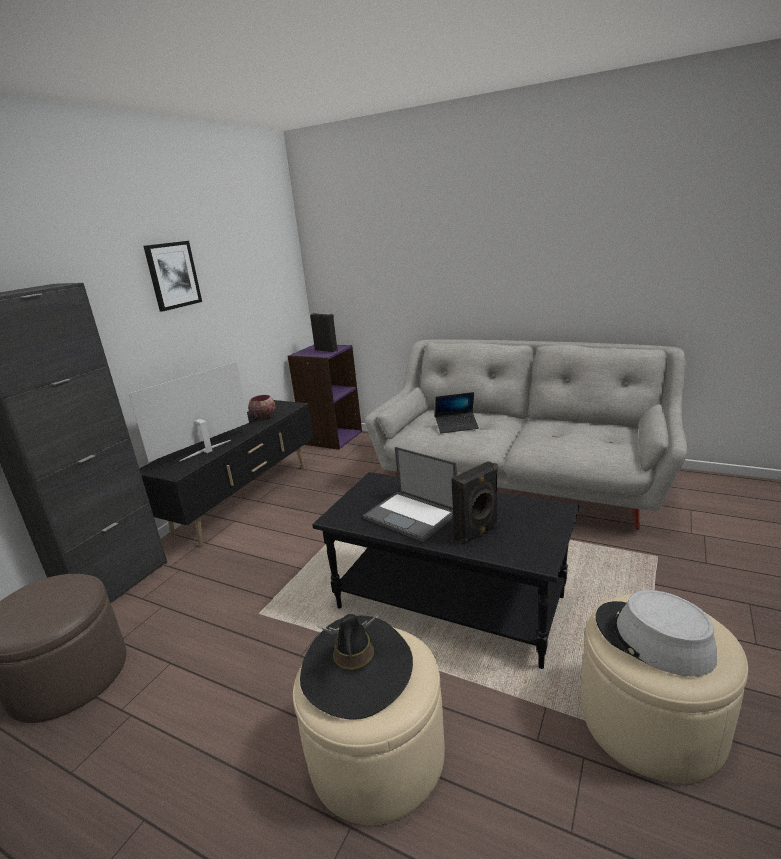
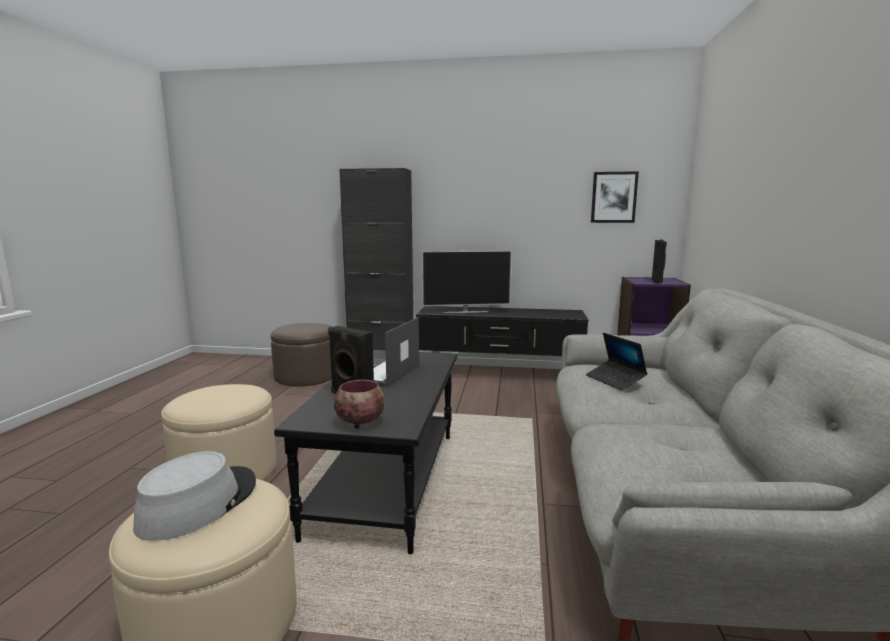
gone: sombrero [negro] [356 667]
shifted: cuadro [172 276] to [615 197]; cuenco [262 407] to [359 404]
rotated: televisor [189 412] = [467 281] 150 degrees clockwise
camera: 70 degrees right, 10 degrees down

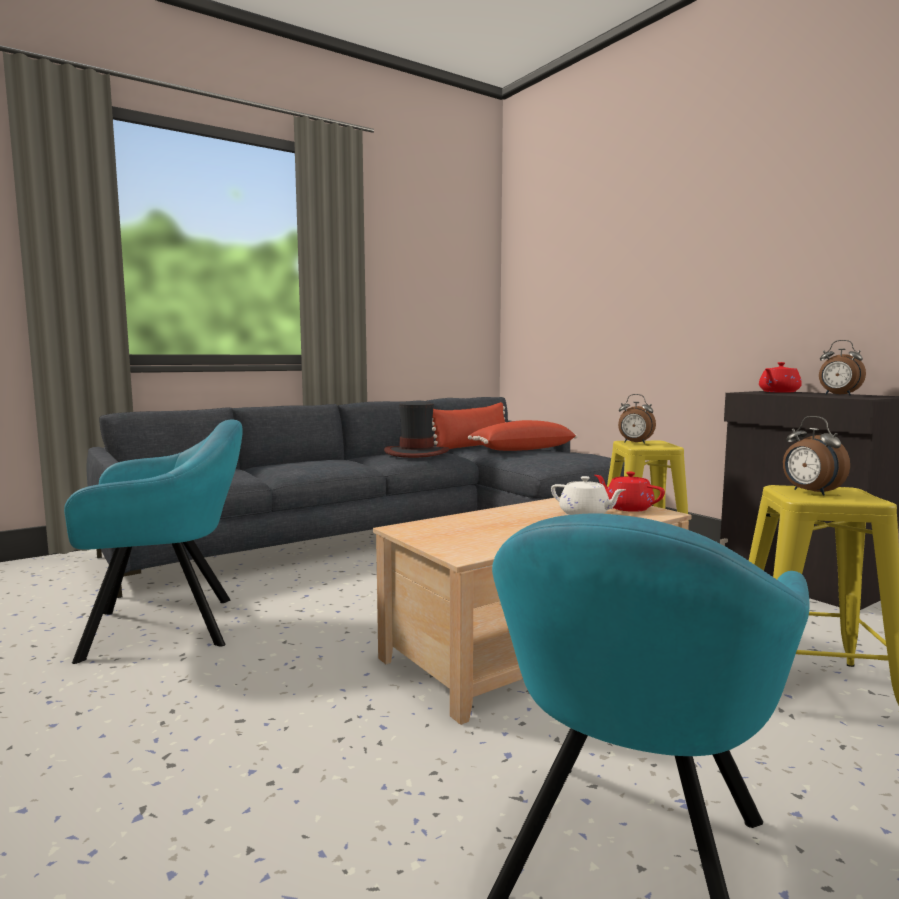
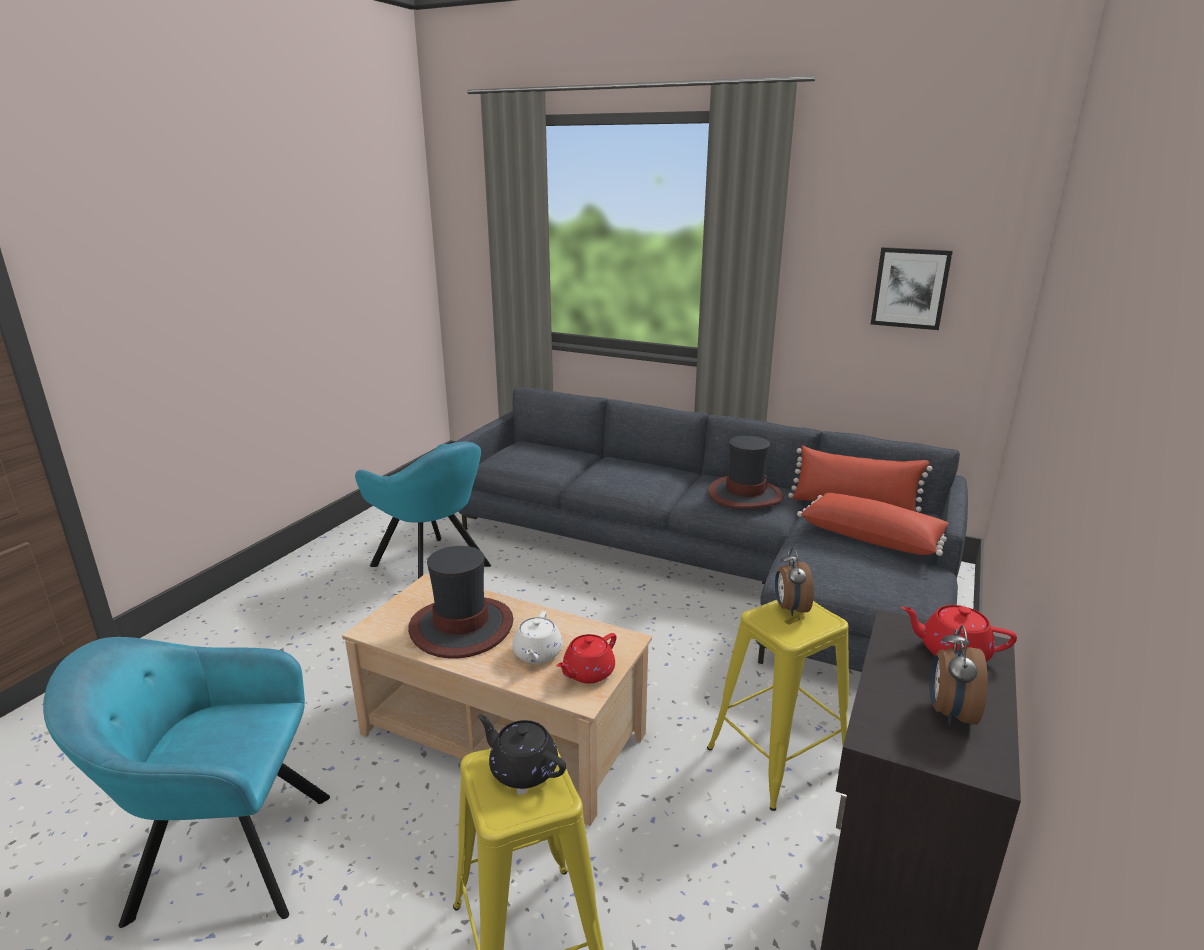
new: sombrero [460 602]; cuadro [912 288]
swapped: despertador [816 456] to tetera [negro] [522 751]
rotated: tetera [rojo] [630 492] = [586 658] 150 degrees counterclockwise
camera: 60 degrees right, 15 degrees up

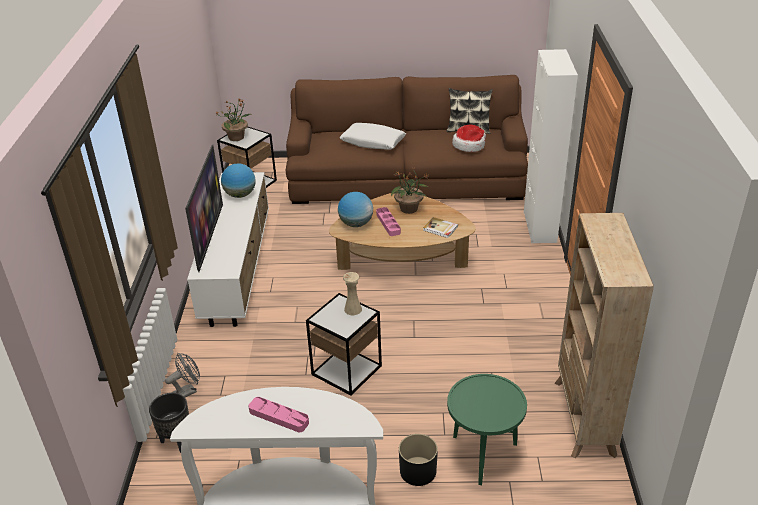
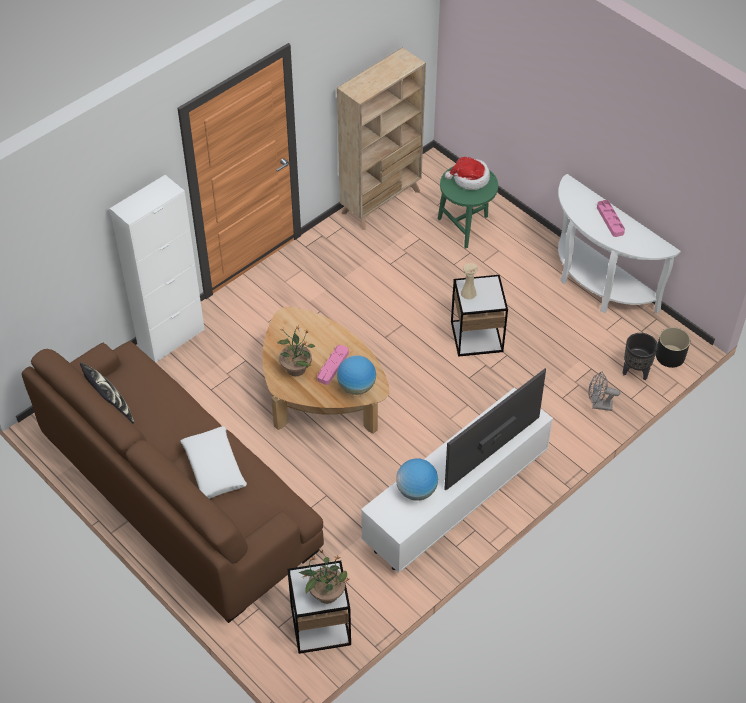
gone: libro [440 227]
shifted: maceta [negro] [418 460] to [673 347]; sombrero [469 138] to [467 173]
camera: 135 degrees left, 15 degrees up

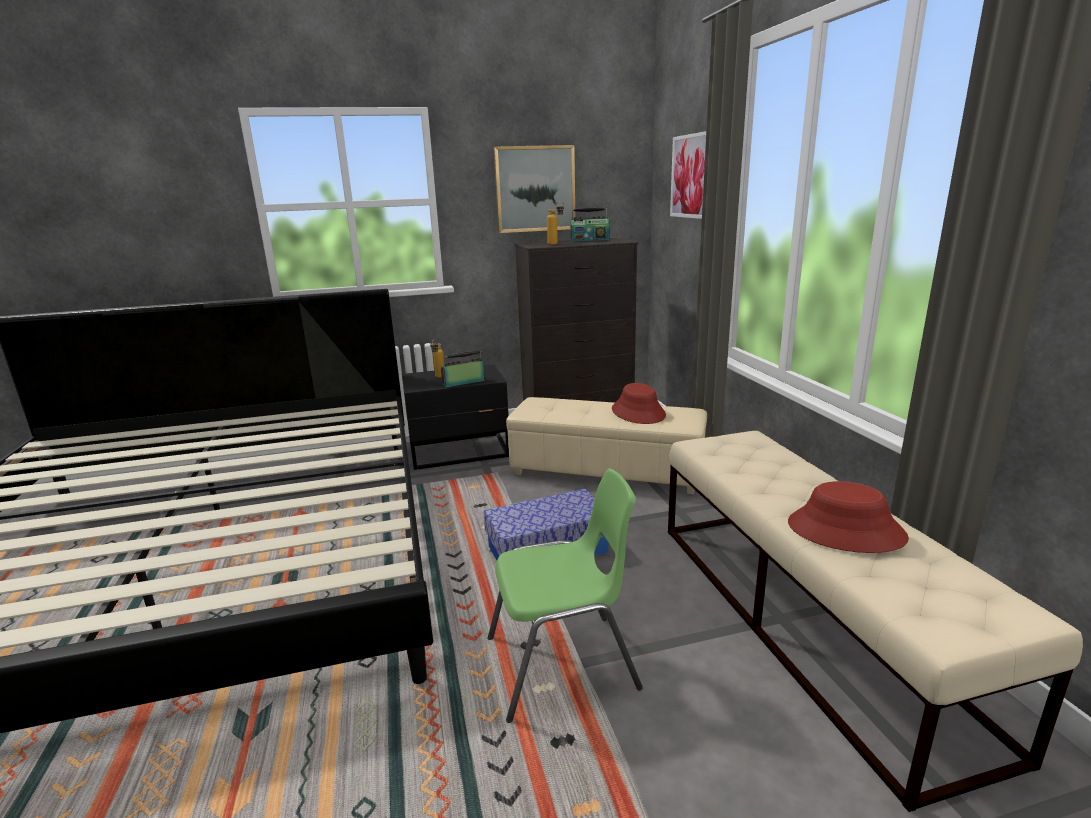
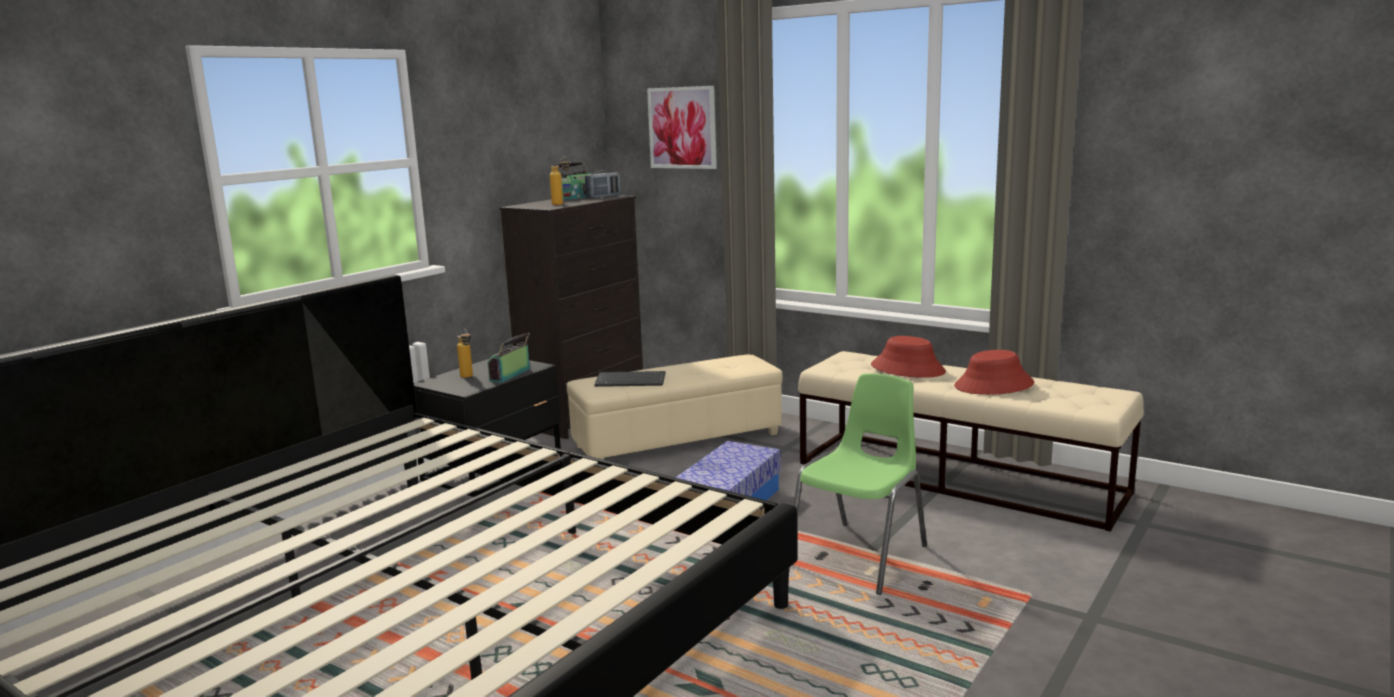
gone: cuadro [534 189]
new: radio [602 184]; teclado [630 379]
shifted: sombrero [rojo] [639 403] to [908 357]
camera: 40 degrees left, 5 degrees down

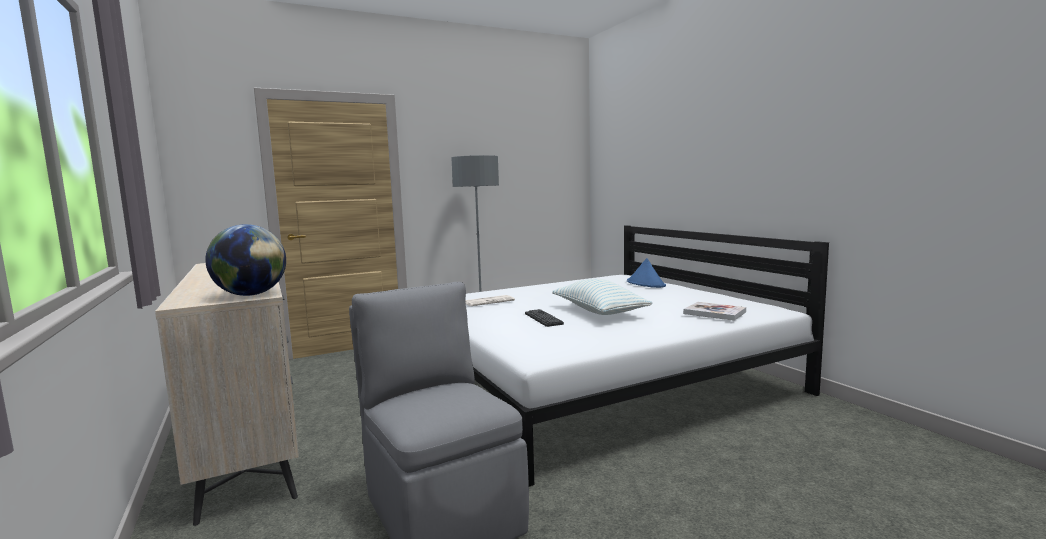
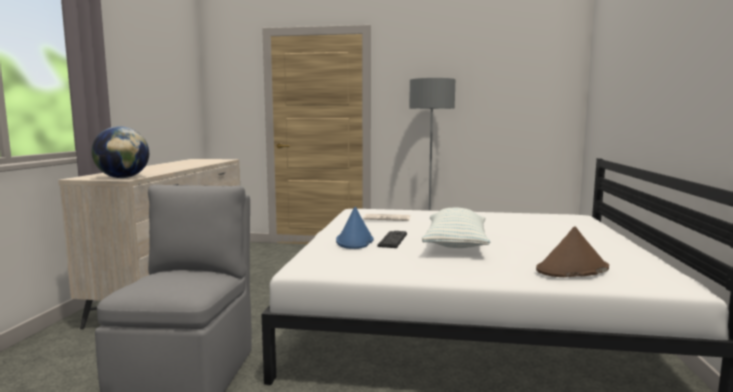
shifted: sombrero [azul] [646 273] to [355 227]
swapped: libro [714 311] to sombrero [marrón] [572 251]
camera: 35 degrees right, 0 degrees up

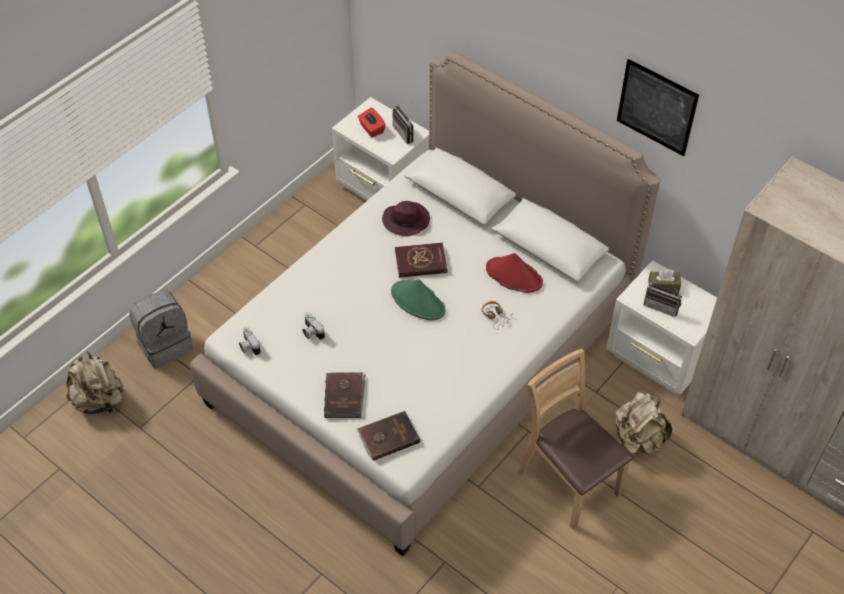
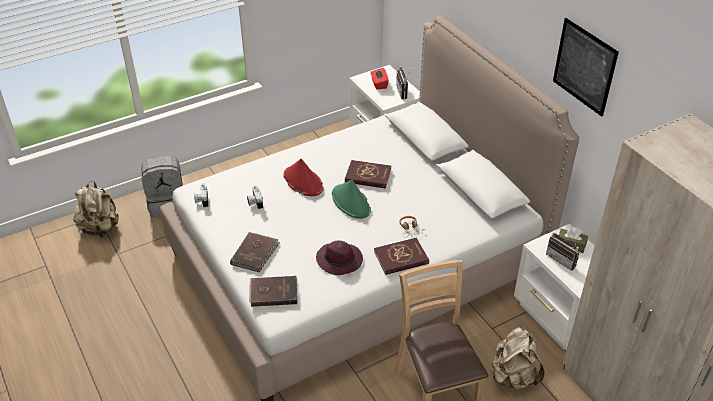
new: libro [rojo] [401 256]
shifted: sombrero [morado] [406 218] to [339 258]; sombrero [rojo] [514 273] to [303 177]
camera: 20 degrees right, 10 degrees down

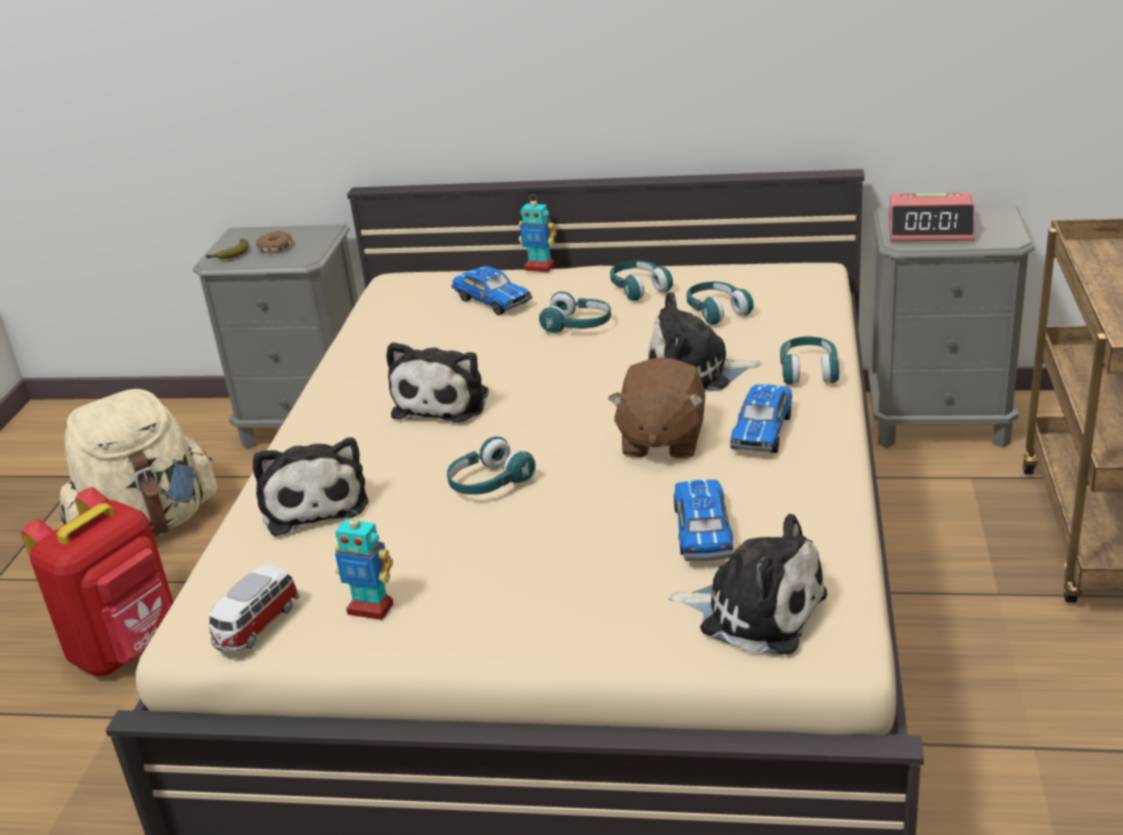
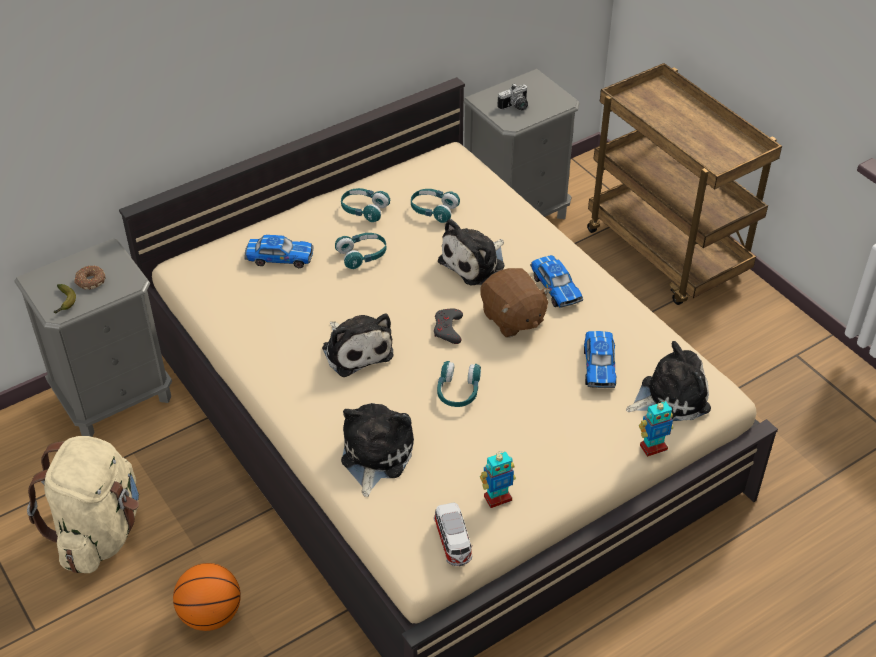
gone: auriculares [turquesa] [810 360]
new: mando de consola [gris] [448 326]
shifted: robot de juguete [537 233] to [656 428]
swapped: mochila [rojo] [97 581] to balón de baloncesto [207 597]; despertador [932 217] to cámara [512 96]
rotated: peluche [311 486] = [377 450] 105 degrees counterclockwise; coche de juguete [703 520] = [600 359] 135 degrees counterclockwise
camera: 45 degrees left, 15 degrees up

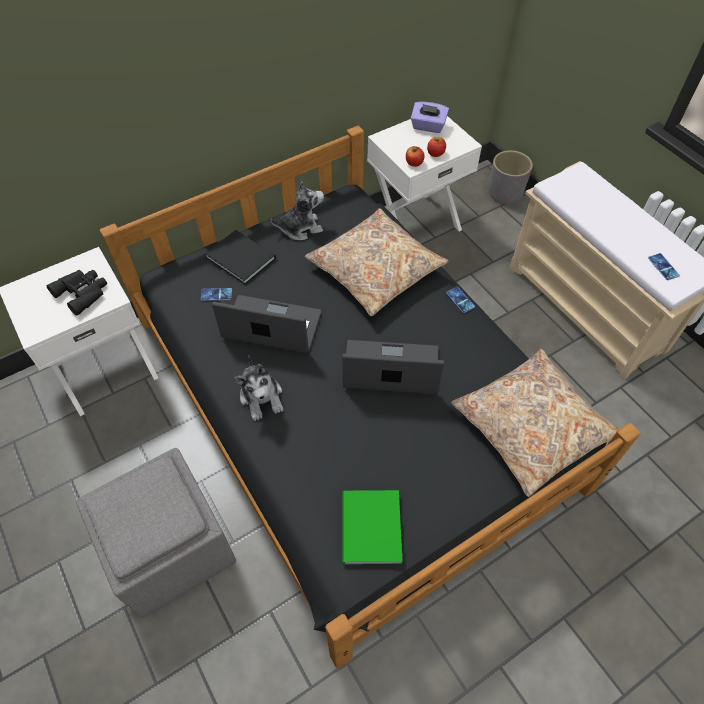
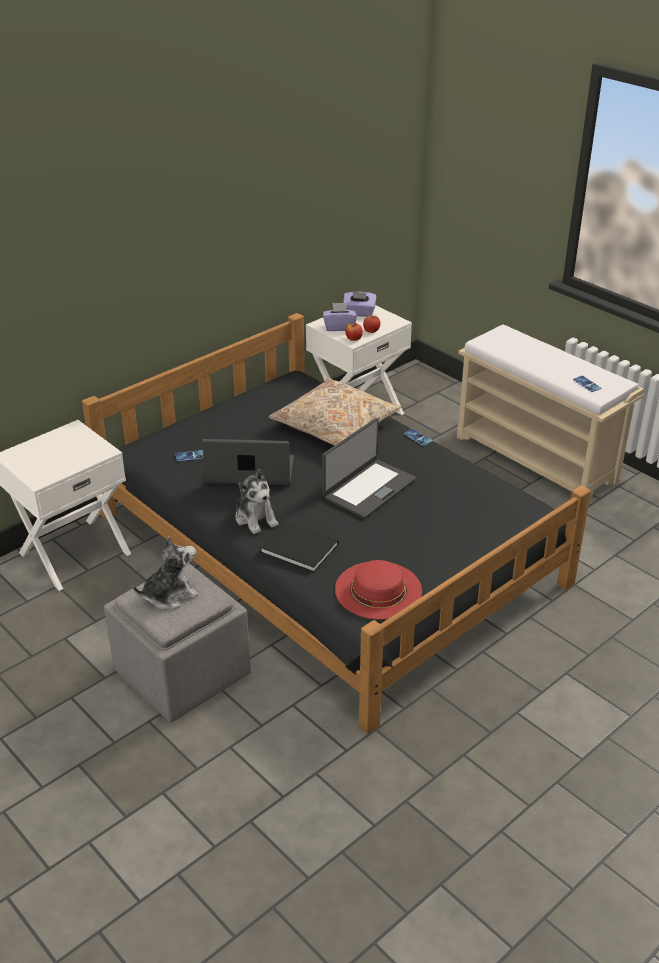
gone: prismáticos [negro] [77 293]; cojín [beis] [535 423]; maceta [gris] [510 177]
new: caja de pañuelos [morado] [340 317]
shifted: libro [negro] [240 257] to [299 547]; peluche [297 211] to [165 573]
swapped: libro [verde] [372 527] to sombrero [rojo] [378 590]
rotated: portátil [393 367] = [369 468] 135 degrees clockwise
camera: 10 degrees left, 20 degrees down

